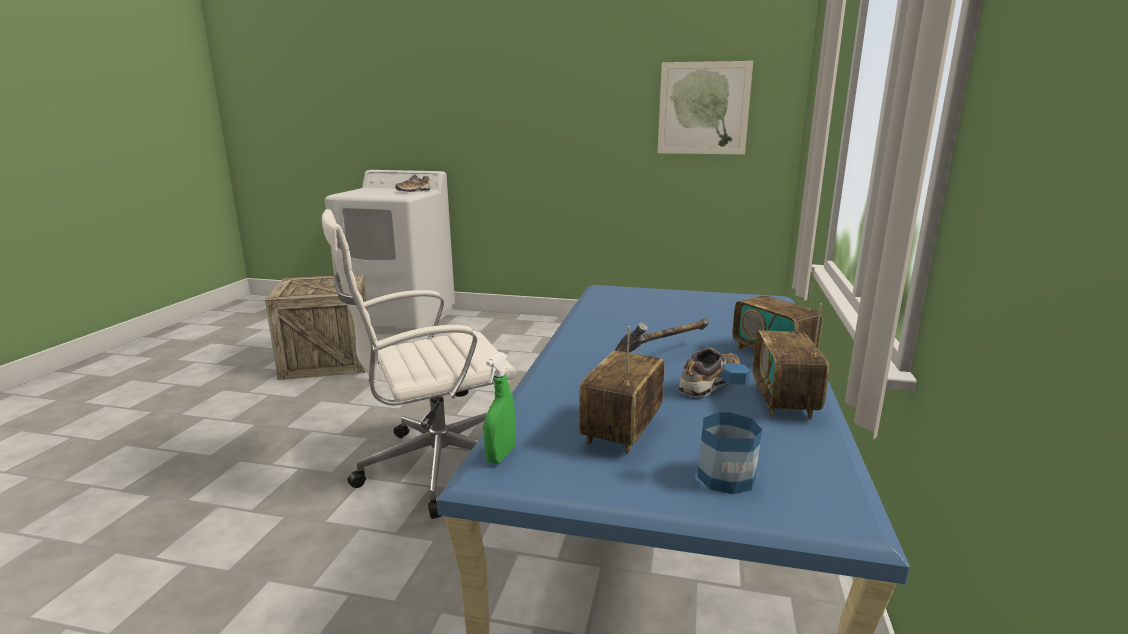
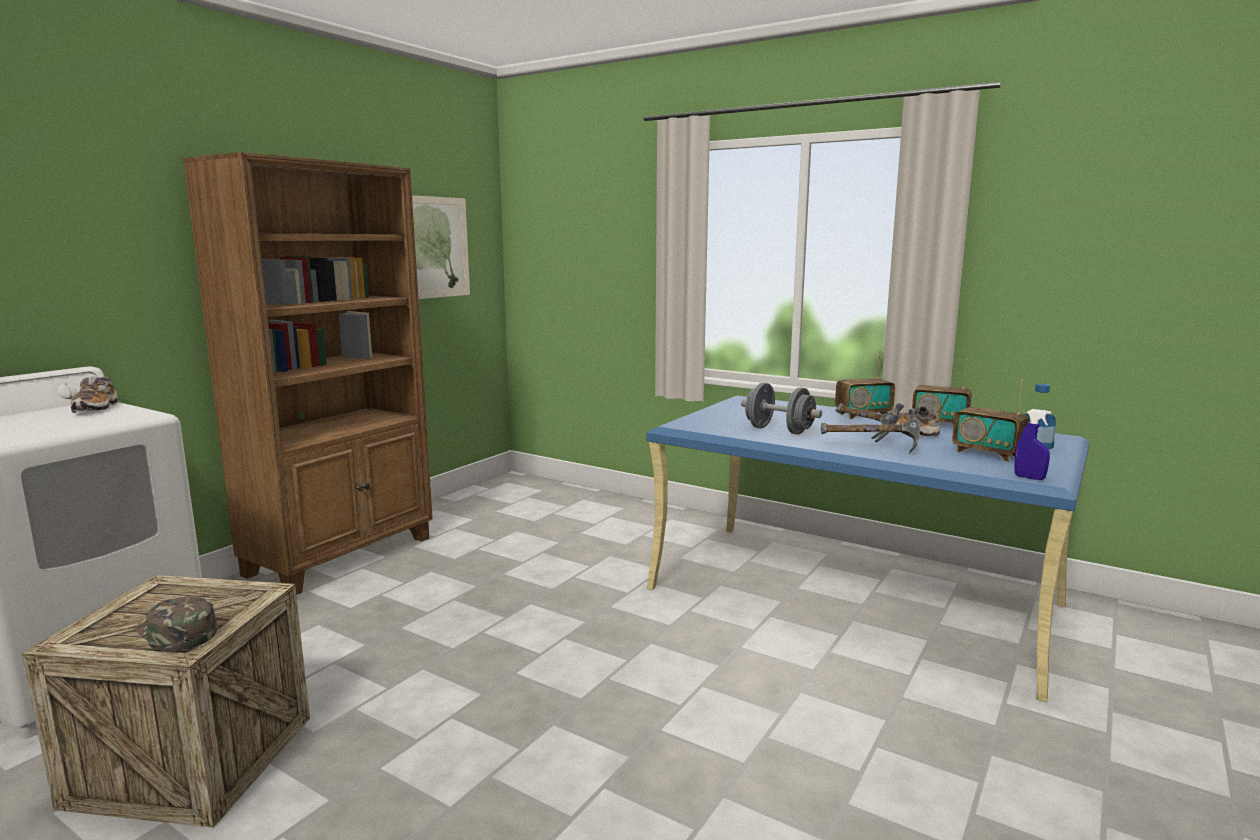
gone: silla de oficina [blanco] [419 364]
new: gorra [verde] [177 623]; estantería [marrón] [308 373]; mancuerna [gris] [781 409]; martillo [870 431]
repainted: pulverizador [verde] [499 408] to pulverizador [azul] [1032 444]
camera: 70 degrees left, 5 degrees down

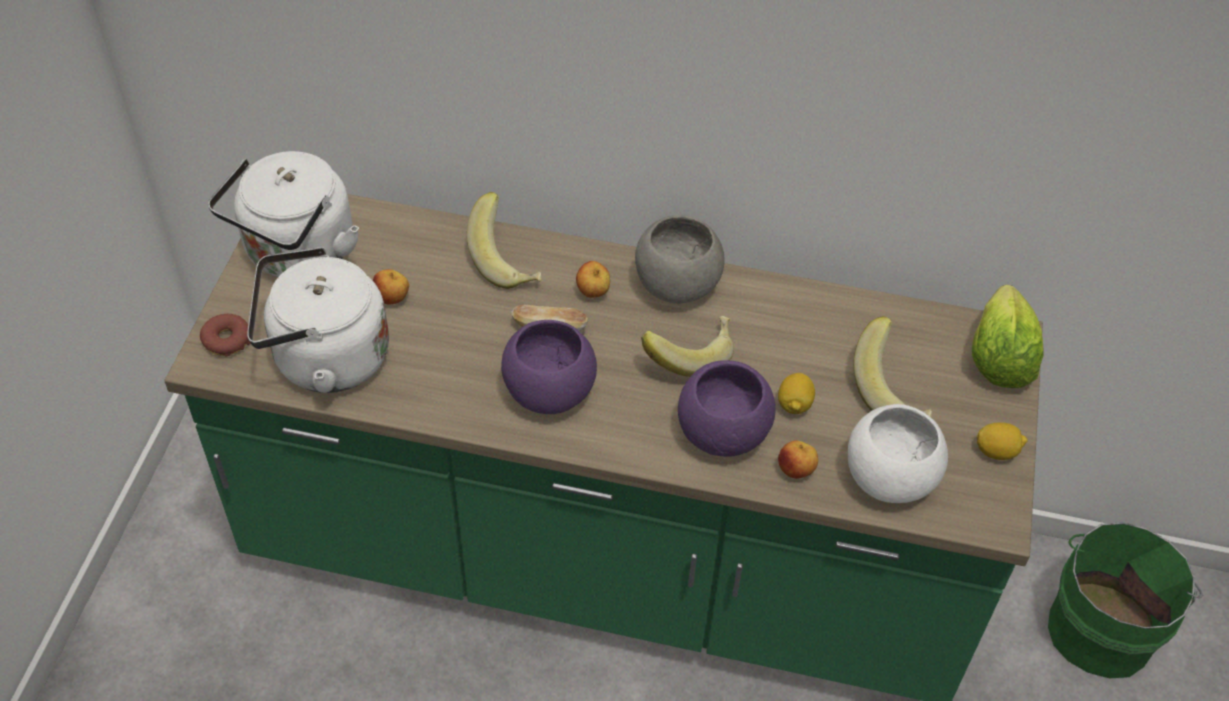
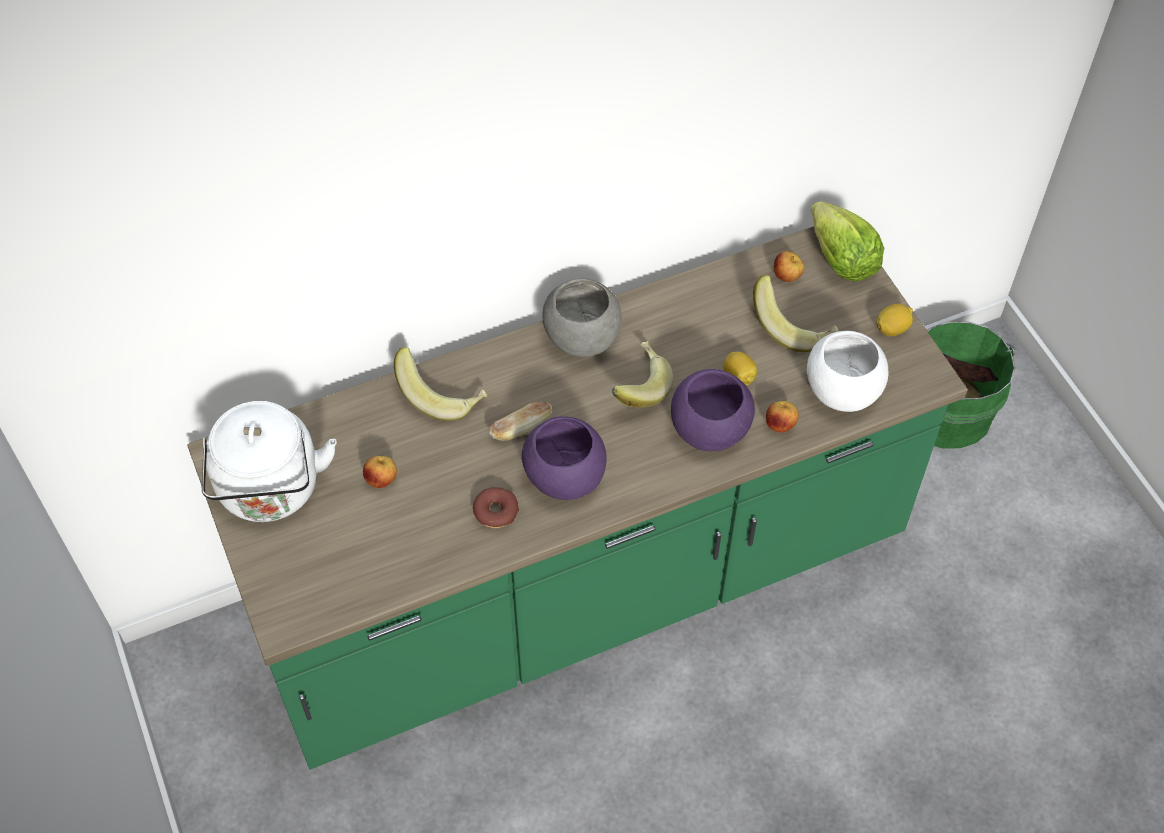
gone: hervidor [blanco] [318 320]
shifted: rosquilla [225 335] to [496 507]; manzana [593 279] to [789 266]
camera: 35 degrees left, 5 degrees up

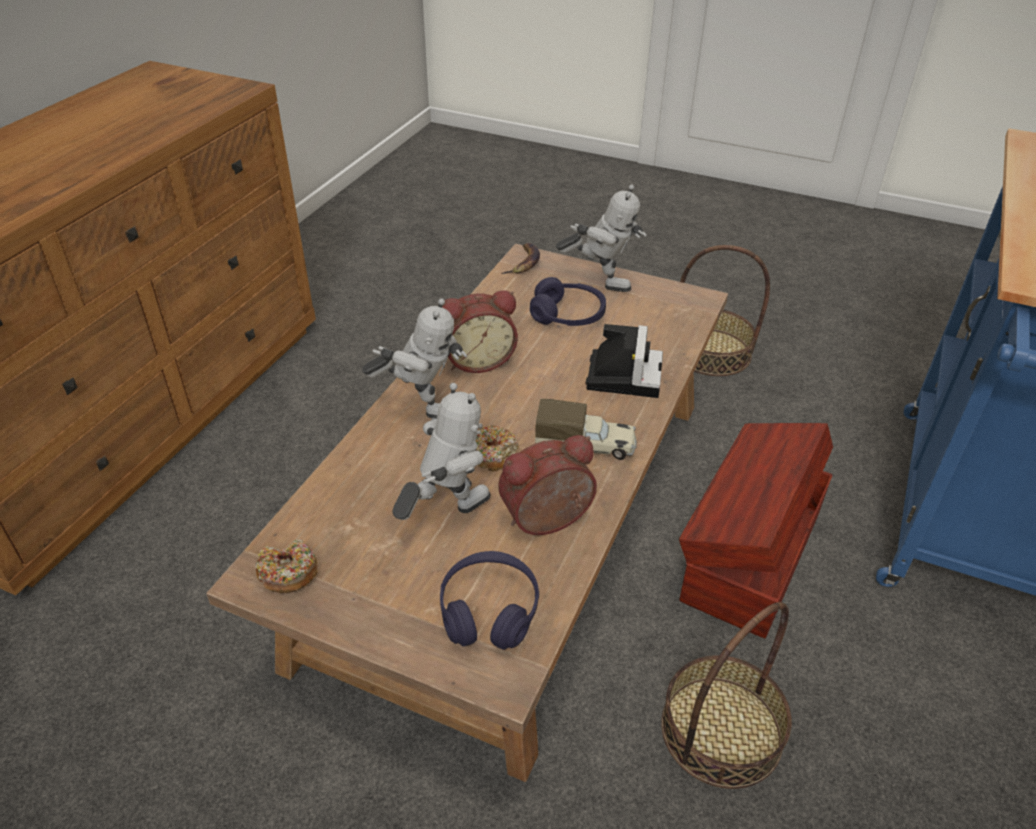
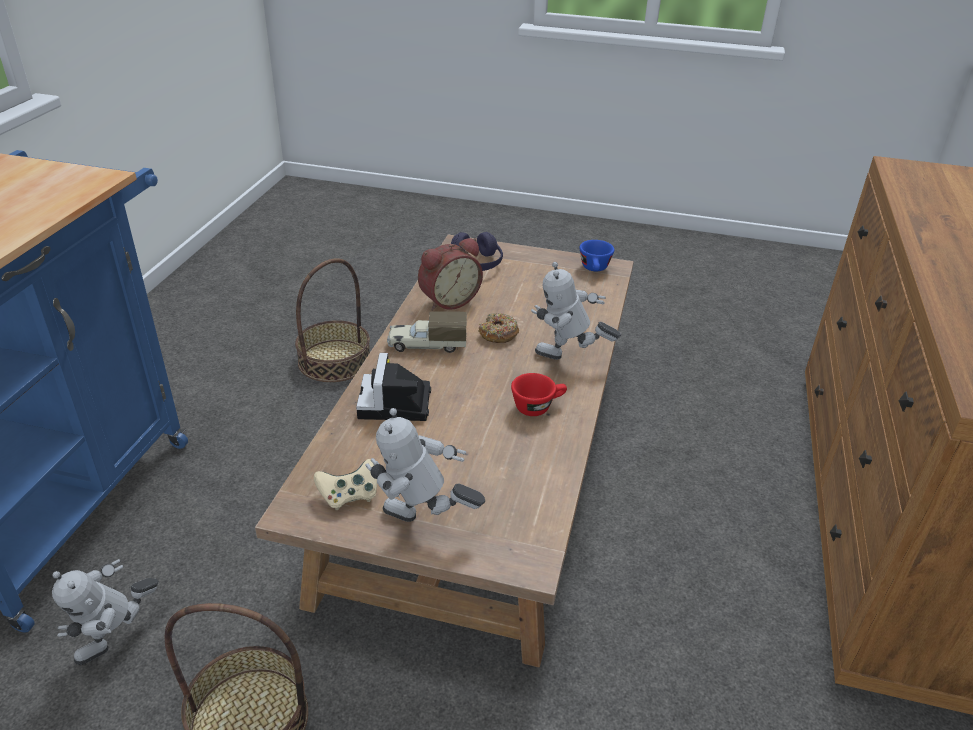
gone: plátano [521 258]; auriculares [morado] [568 301]; caja de almacenaje [marrón] [756 530]
new: mando de consola [beis] [345 484]
shifted: robot de juguete [441 451] to [105 612]
swapped: rosquilla [287 566] to taza [azul] [597 255]; despertador [480 331] to taza [rojo] [539 394]
camera: 170 degrees right, 5 degrees down

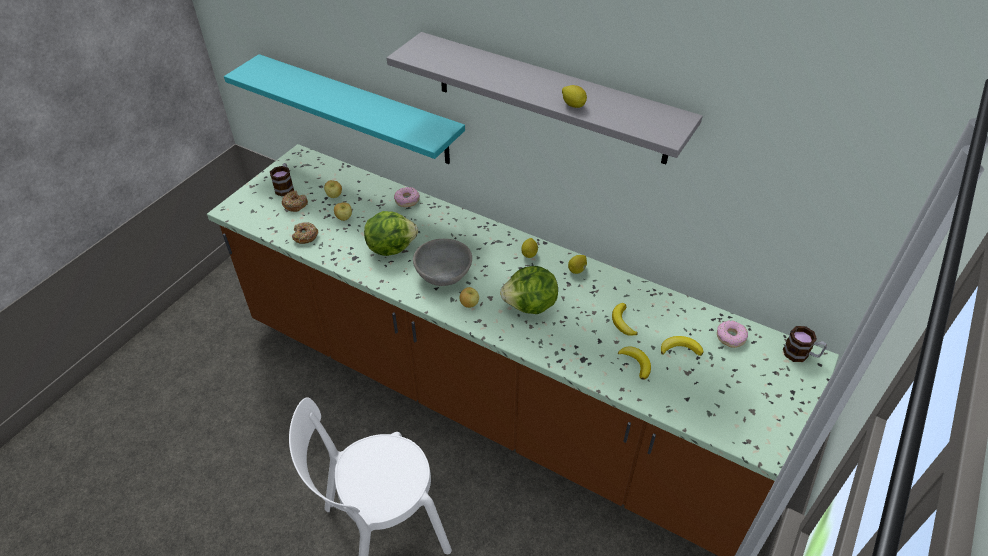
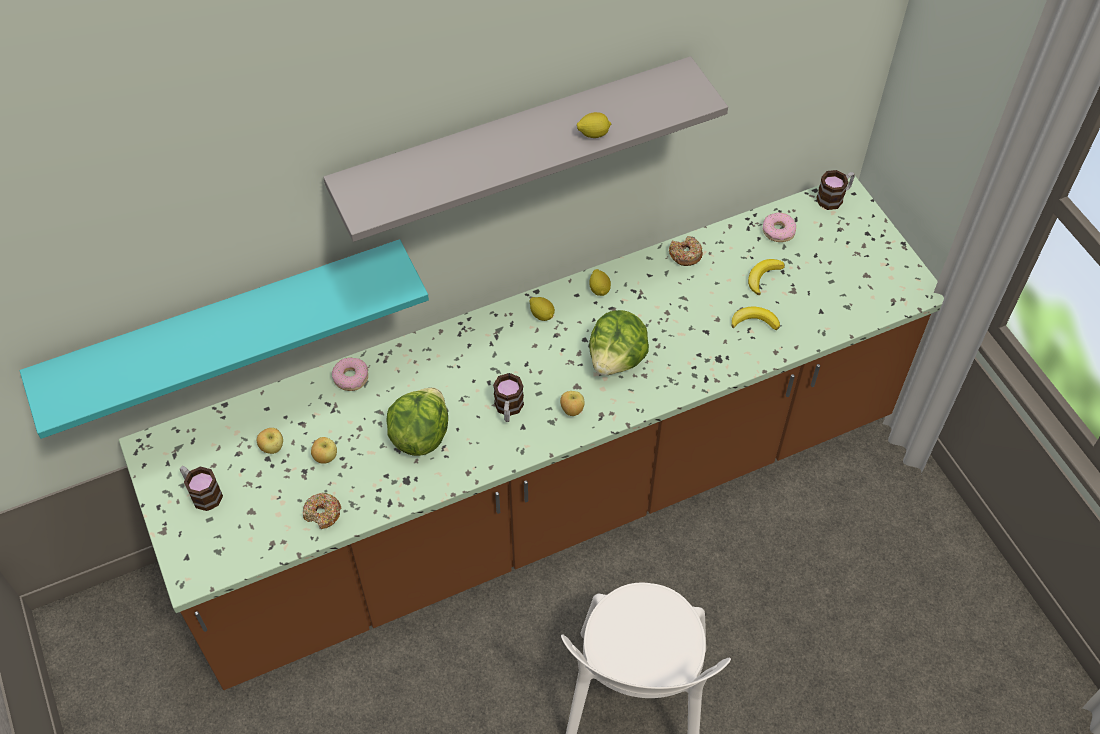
gone: plátano [625 319]
shifted: rosquilla [295 201] to [686 251]
swapped: cuenco [gris] [442 262] to taza grande [508 397]
camera: 55 degrees left, 10 degrees up

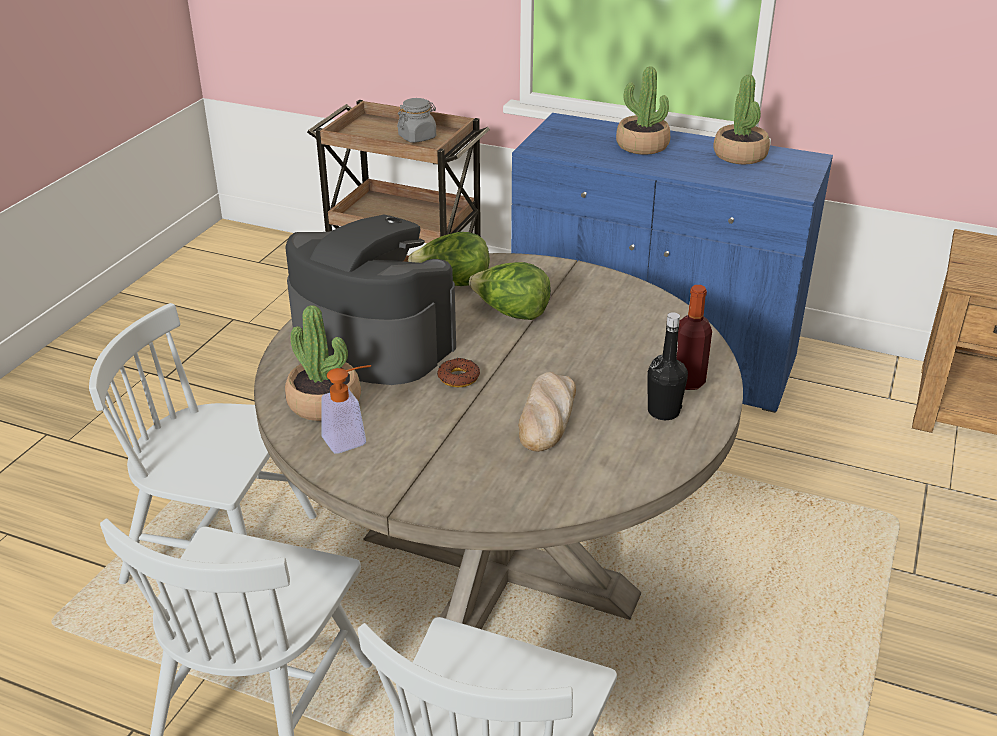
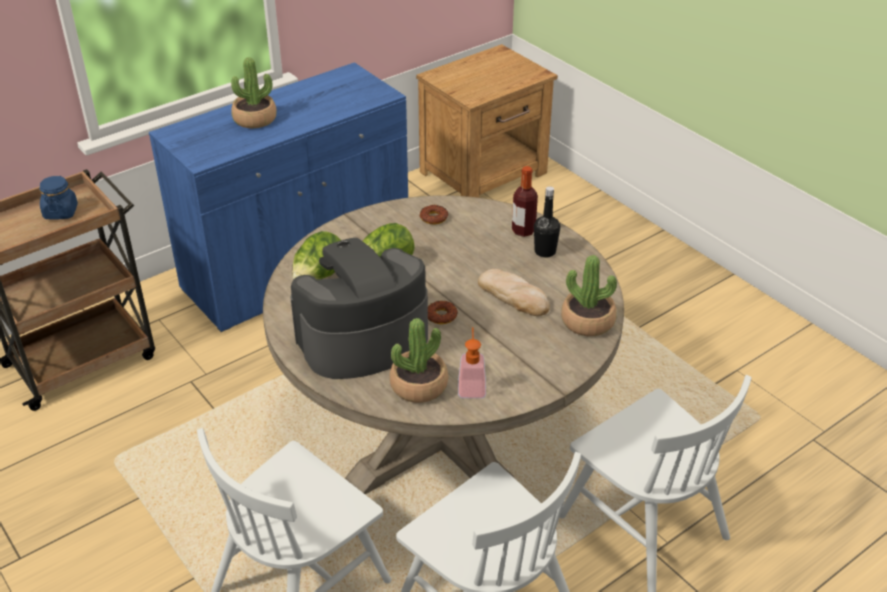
new: rosquilla [434 215]
shifted: planta en maceta [741 119] to [589 295]
repainted: tarro [gris] [416 120] to tarro [azul] [58 197]
camera: 60 degrees left, 5 degrees up

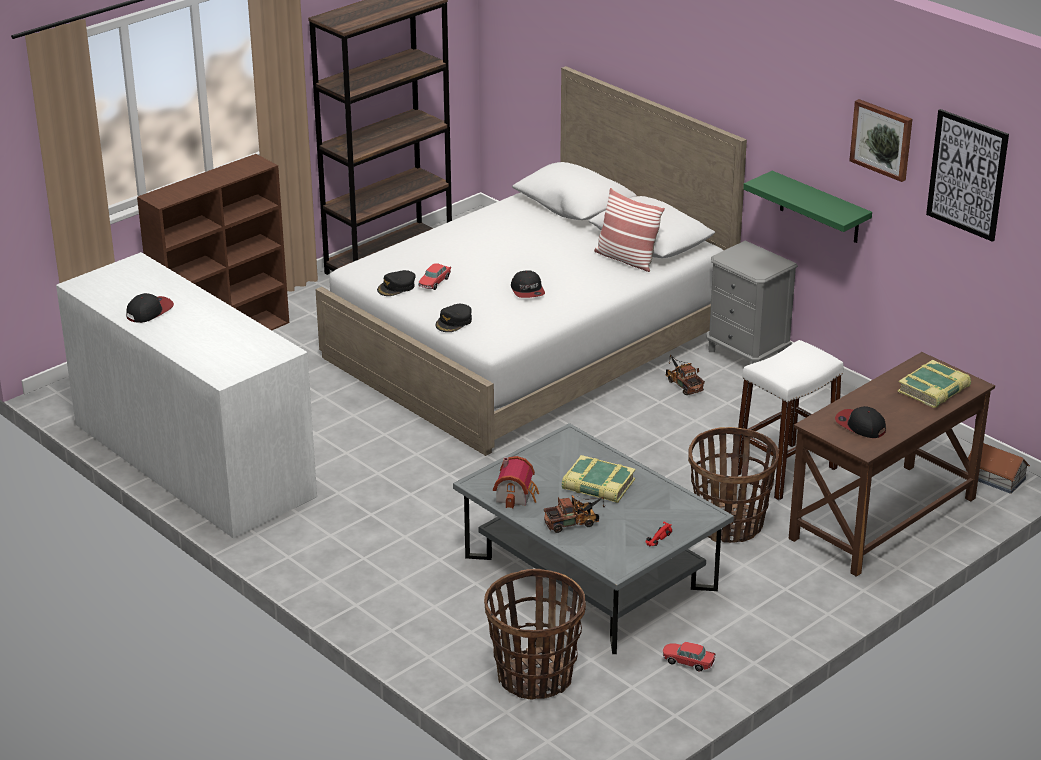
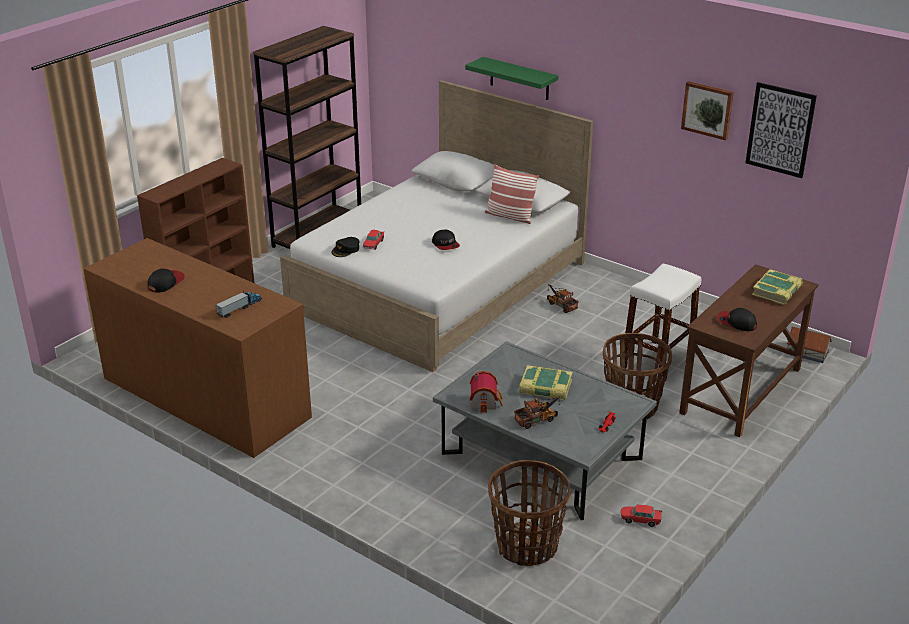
gone: gorra [negro] [453 318]; mesita de noche [gris] [752 302]
new: camión de juguete [239 304]
shifted: estante [verde] [807 207] to [511 78]
repainted: cómoda [blanco] [186 395] to cómoda [marrón] [197 348]
camera: 10 degrees left, 0 degrees up

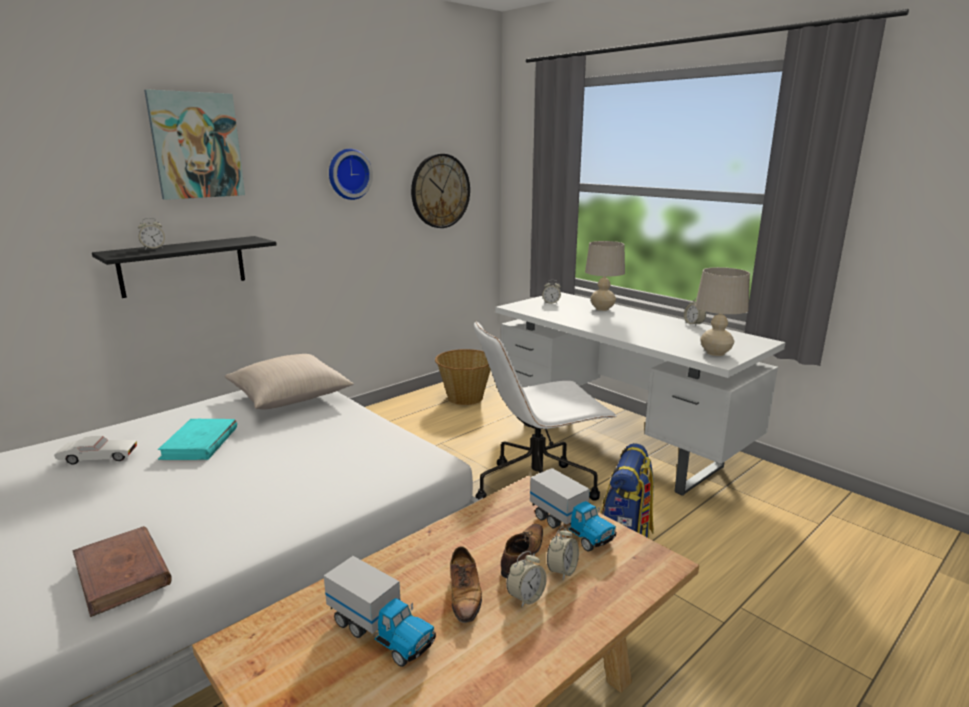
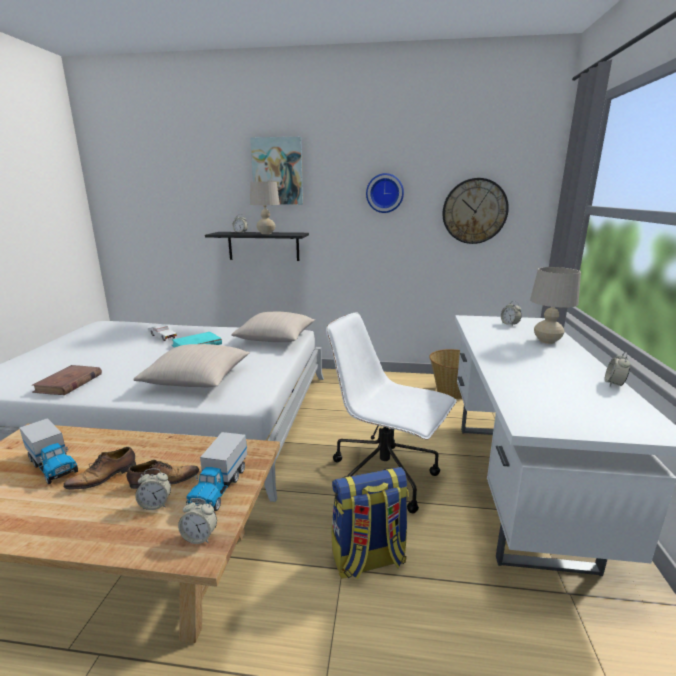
new: cojín [beis] [191 365]
shifted: despertador [526 579] to [197 521]; lámpara de mesa [beis] [722 311] to [265 208]
rotated: camión de juguete [380 611] = [48 451] 45 degrees counterclockwise
camera: 50 degrees right, 0 degrees up

